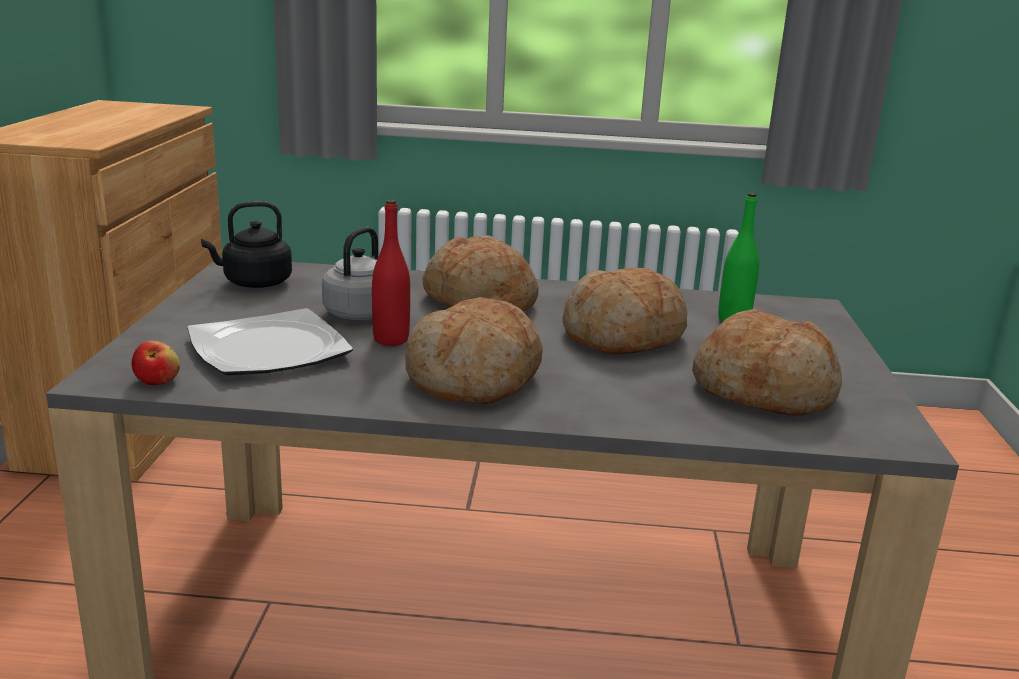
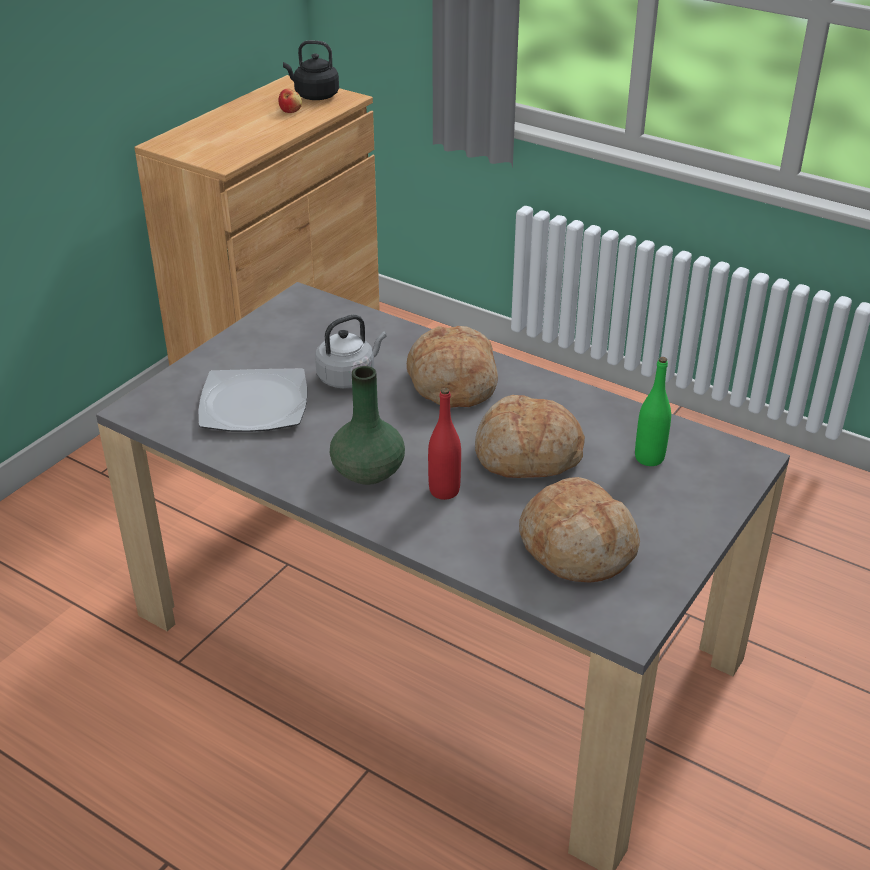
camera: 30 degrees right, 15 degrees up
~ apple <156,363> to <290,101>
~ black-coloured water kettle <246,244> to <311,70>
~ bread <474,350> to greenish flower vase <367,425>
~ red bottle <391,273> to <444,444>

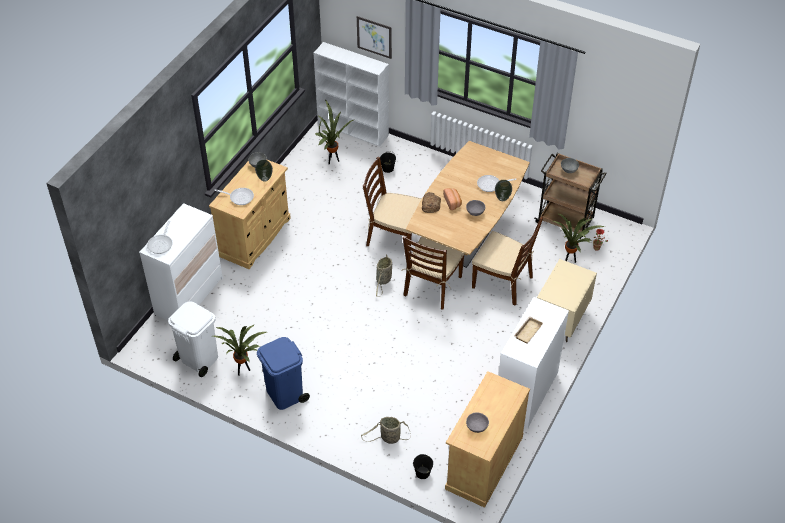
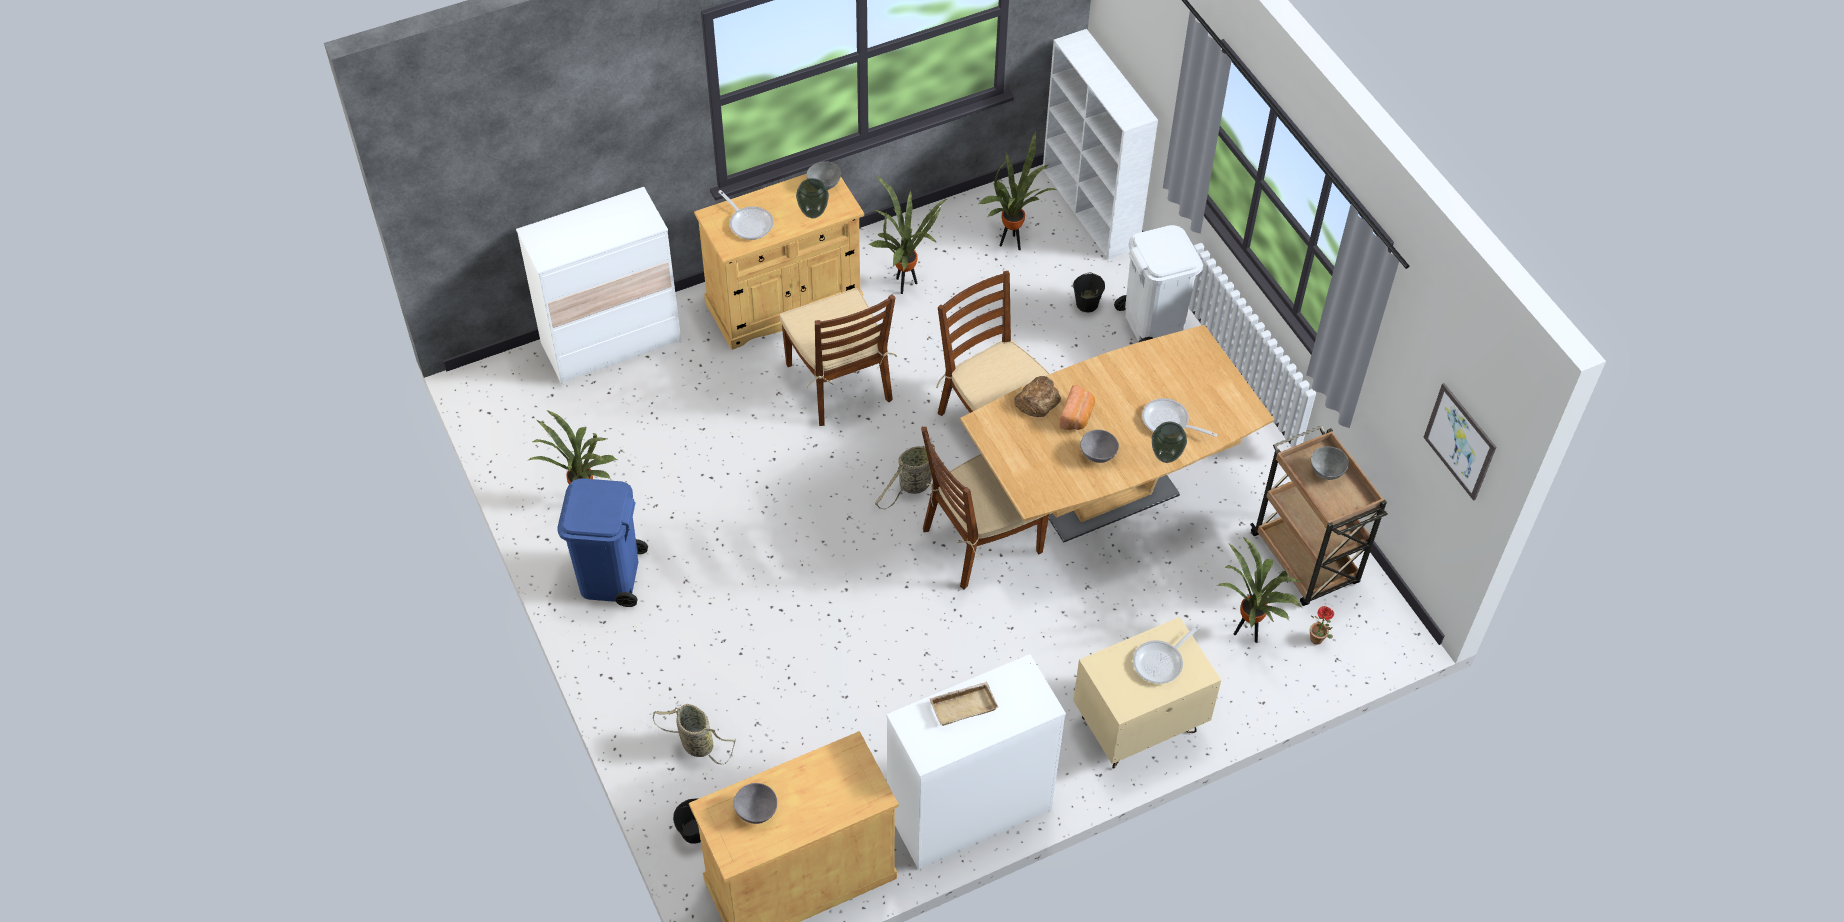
camera: 35 degrees right, 5 degrees up
~ brown-coloured upright chair <507,261> to <838,357>
+ plant in a pot <908,235>
~ whitish waste bin <193,339> to <1158,283>
~ skillet <160,237> to <1167,654>
~ wall art <374,37> to <1459,442>

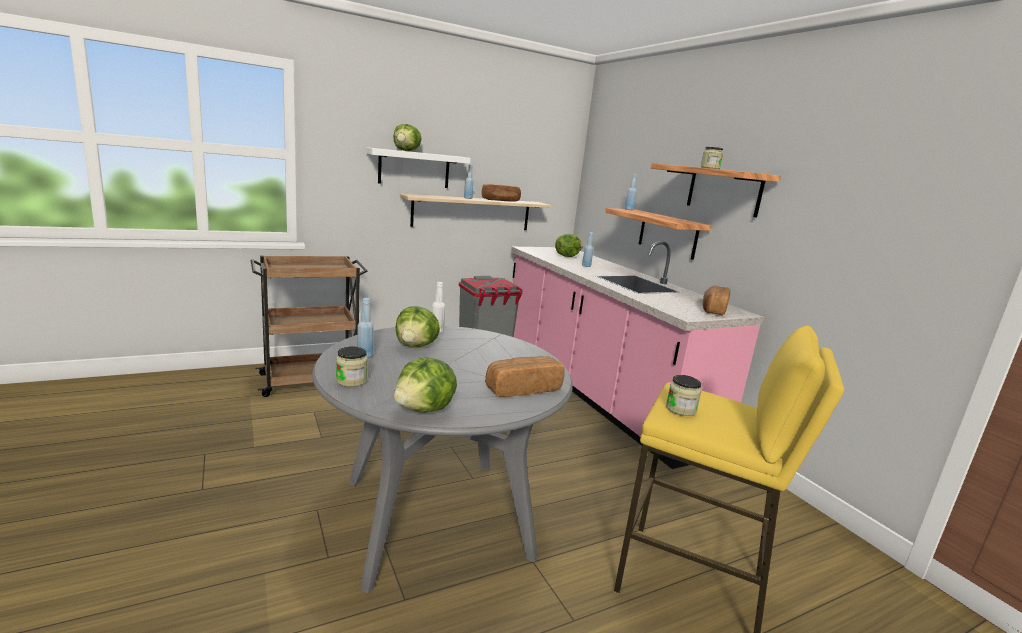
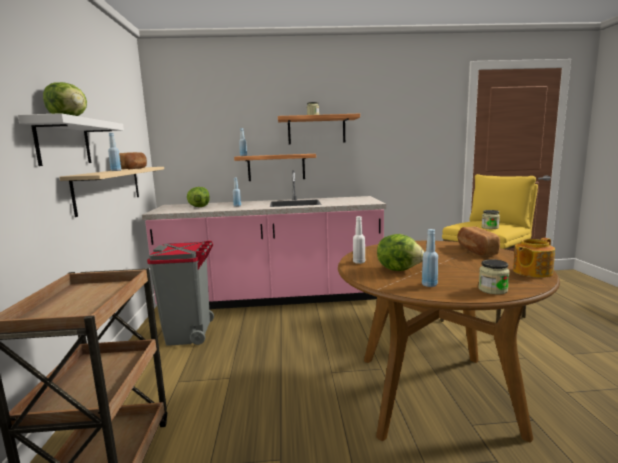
camera: 65 degrees left, 5 degrees down
~ gray dining table <442,459> to brown-coloured dining table <449,342>
~ lettuce head <425,385> to pot for tea <534,258>
- bread <716,300>

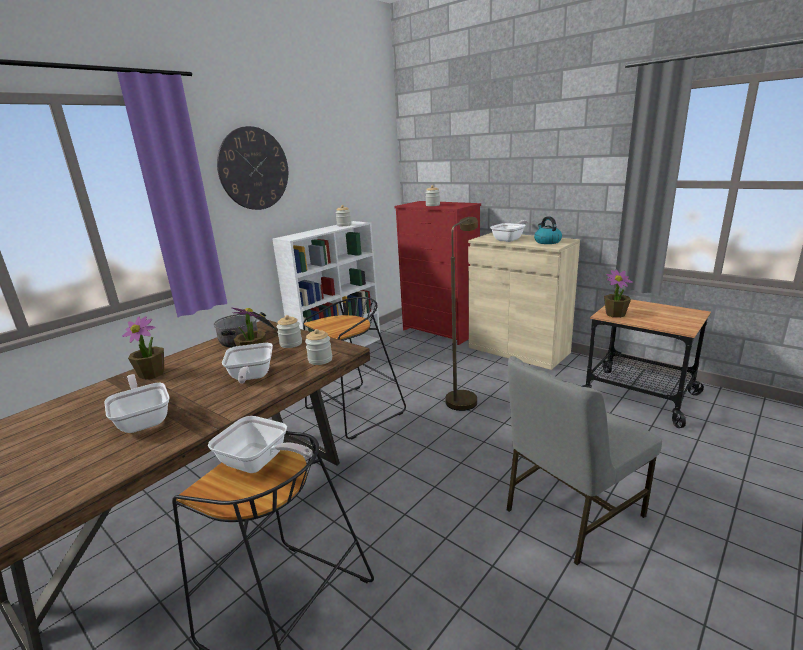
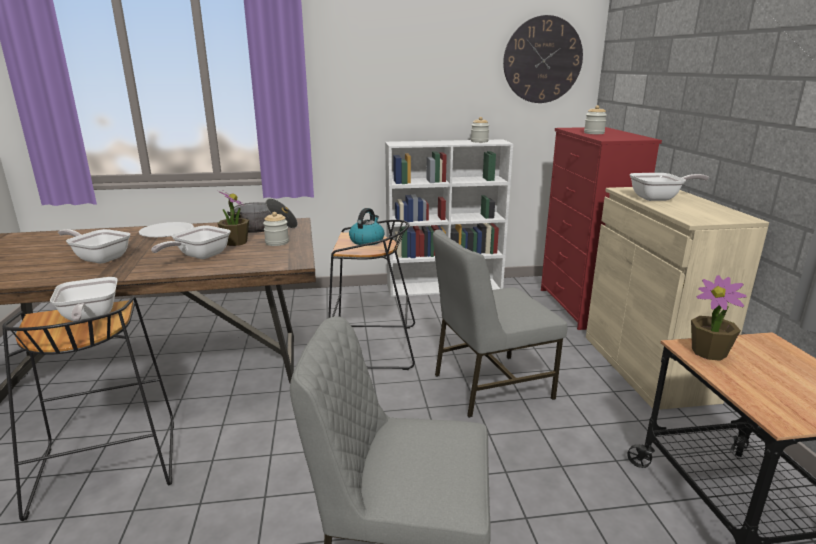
camera: 40 degrees right, 0 degrees up
~ skillet <136,403> = <94,246> 75 degrees counterclockwise
~ plant in a pot <143,348> to whitish plate <166,229>
~ water kettle <548,230> to <366,227>
~ brown-coloured standing lamp <461,314> to gray upright chair <500,323>
~ hanging clock <252,168> to <543,59>
- preserve jar <318,347>

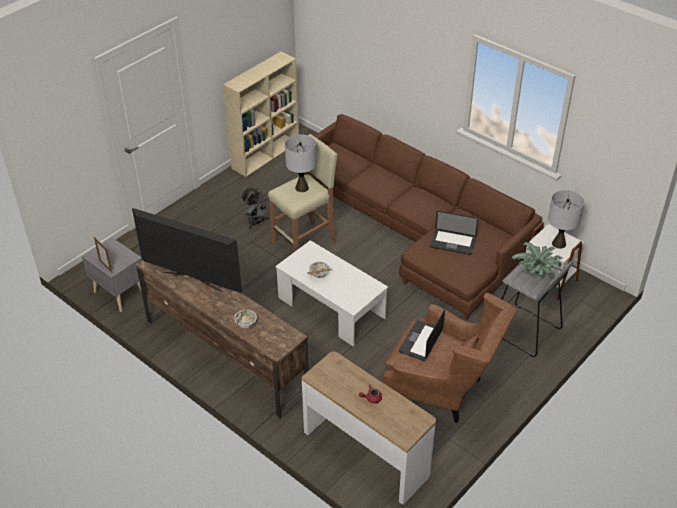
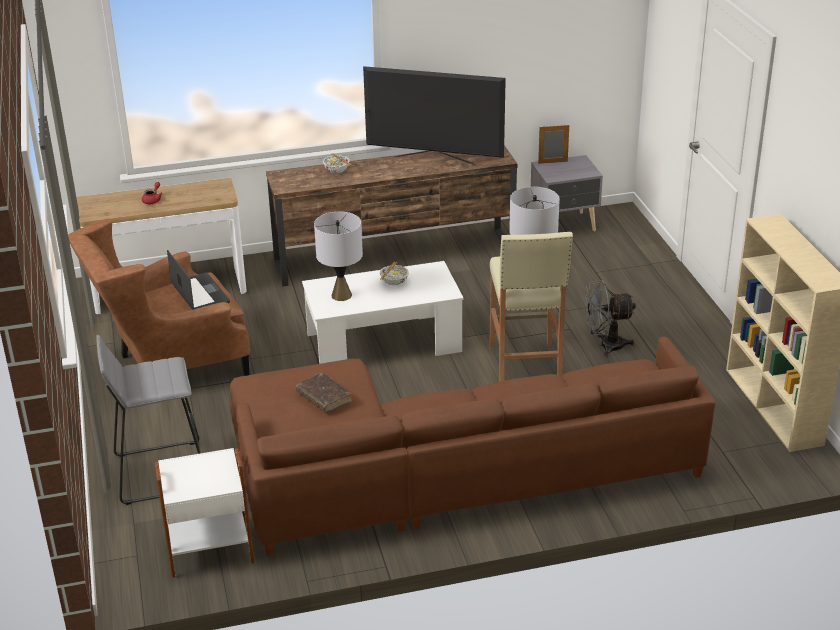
camera: 125 degrees right, 10 degrees down
~ notebook computer <454,233> to brown-coloured volume <324,392>
~ gray lamp for a table <566,219> to <338,256>
~ TV <187,250> = <434,115> 45 degrees clockwise
- plant in a pot <537,259>

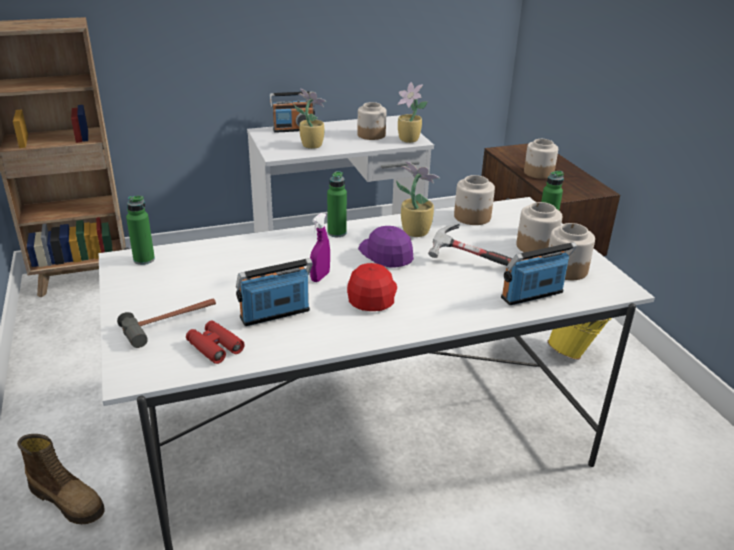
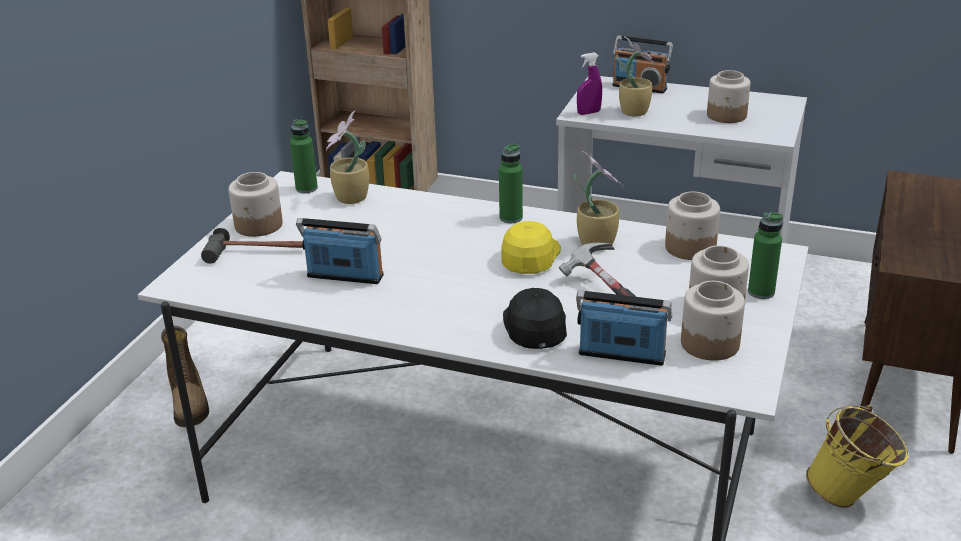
camera: 40 degrees right, 0 degrees up
~ preserve jar <541,159> to <256,204>
~ plant in a pot <413,112> to <347,157>
~ purple-coloured cap <386,247> to yellow cap <531,247>
+ black-coloured cap <535,318>
~ purple-coloured spray bottle <320,247> to <589,84>
- red field glasses <215,342>
- red cap <372,287>

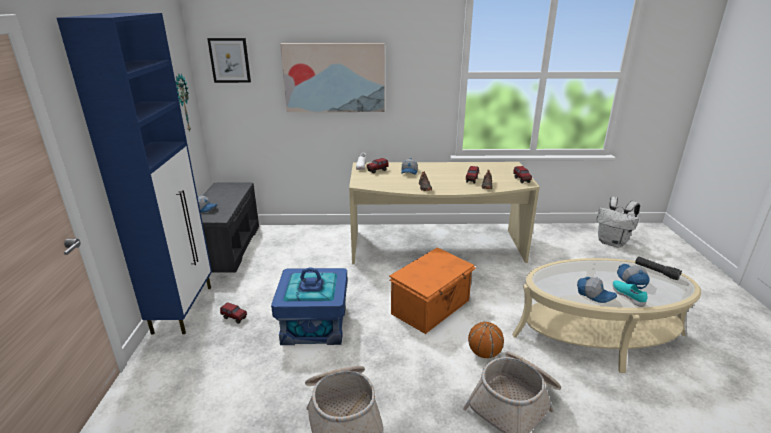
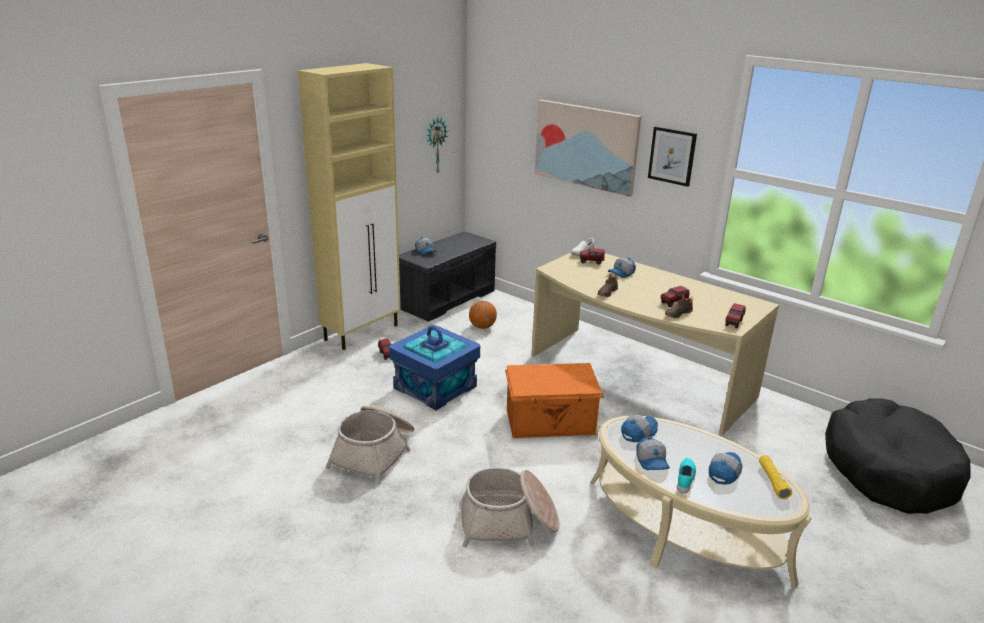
camera: 40 degrees right, 0 degrees up
~ bluish cabinet <134,173> to beige-coloured cabinet <349,206>
~ basketball ball <486,340> to <483,315>
+ cap <639,428>
~ wall art <229,60> to <672,156>
~ black-coloured flashlight <658,268> to yellow flashlight <775,477>
~ whitish rucksack <618,222> to black-coloured pet bed <898,456>

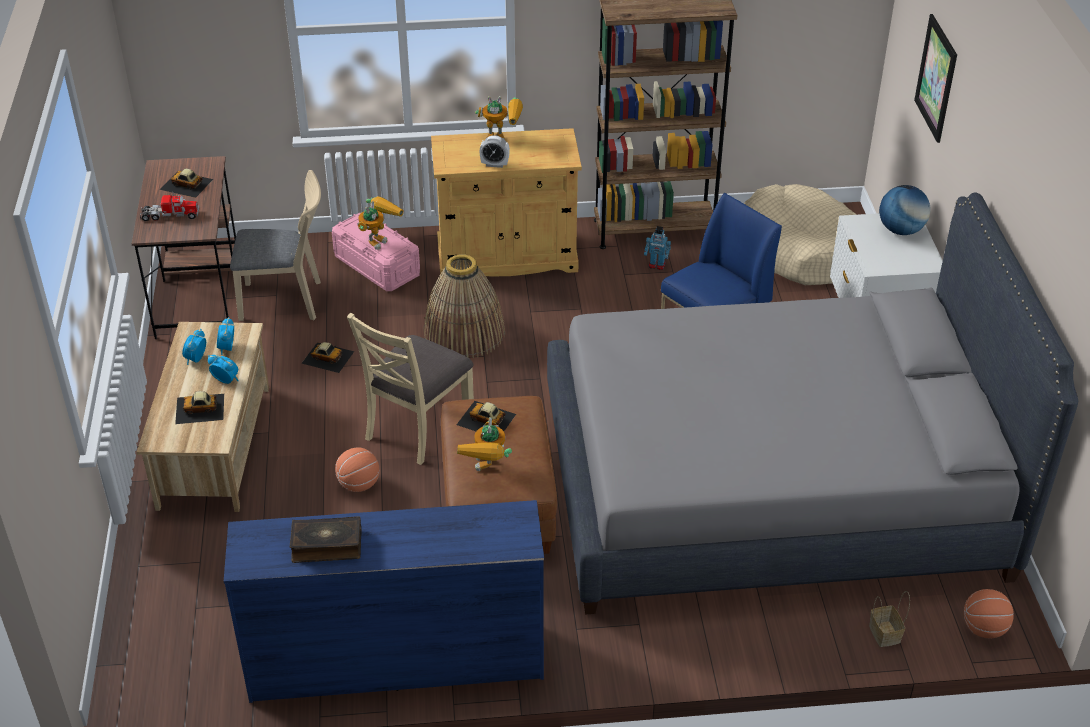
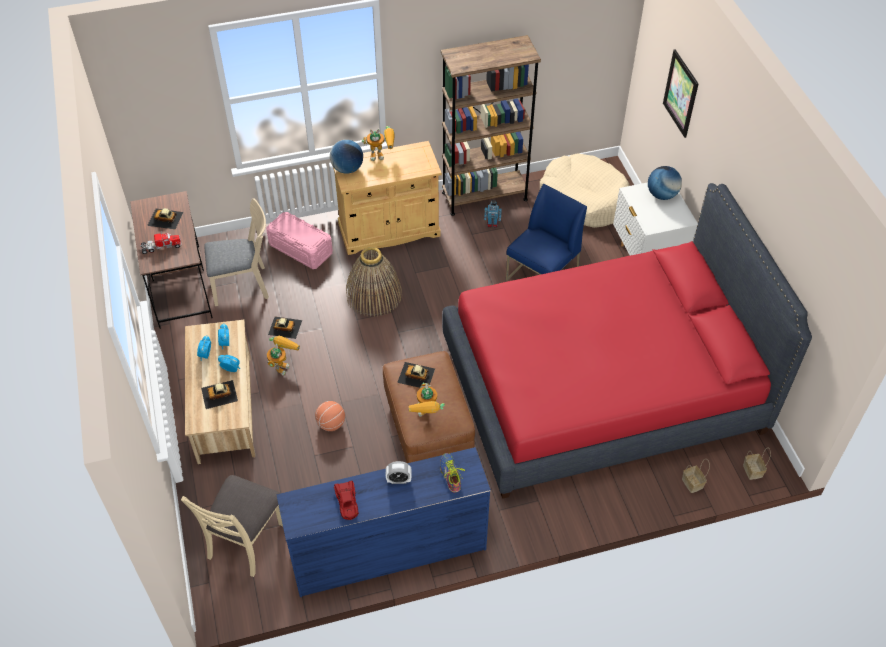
camera: 10 degrees left, 10 degrees up
~ beige-coloured upright chair <410,389> to <232,526>
~ model robot <380,223> to <283,355>
+ globe <346,157>
~ volume <325,539> to red model car <346,500>
~ table clock <494,151> to <399,472>
+ item of footwear <452,472>
~ gray sleeping bed <812,404> to red sleeping bed <627,341>
~ basketball ball <989,613> to basket <757,463>

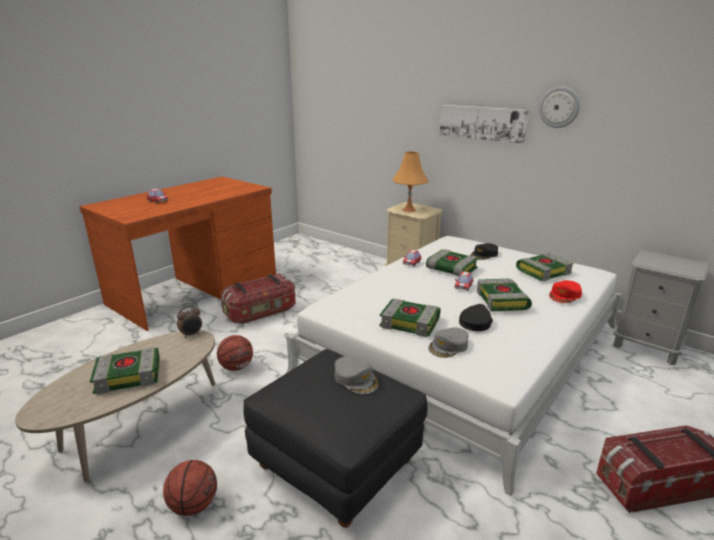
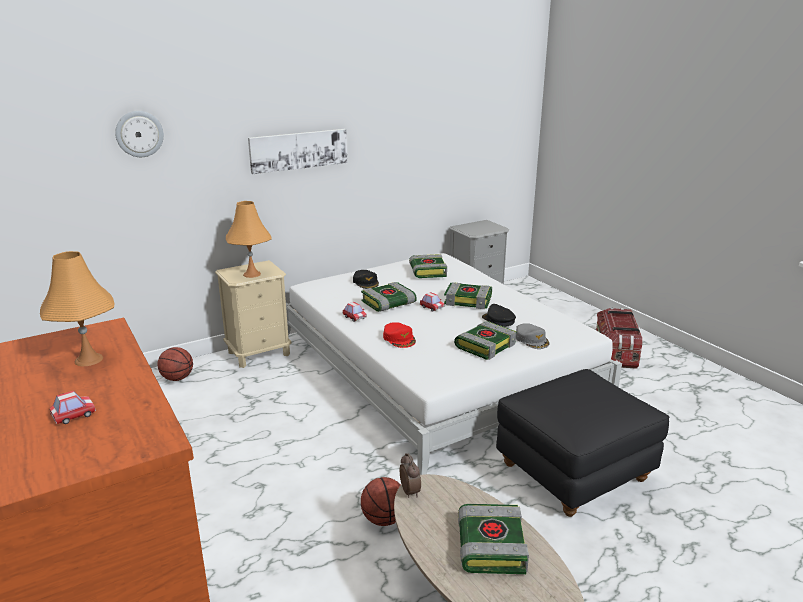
camera: 70 degrees left, 0 degrees up
+ orange lamp for a table <77,308>
~ hanging clock <559,107> to <139,134>
~ basketball ball <190,488> to <175,364>
~ red cap <565,291> to <399,335>
- storage container <258,299>
- gray cap <357,375>

